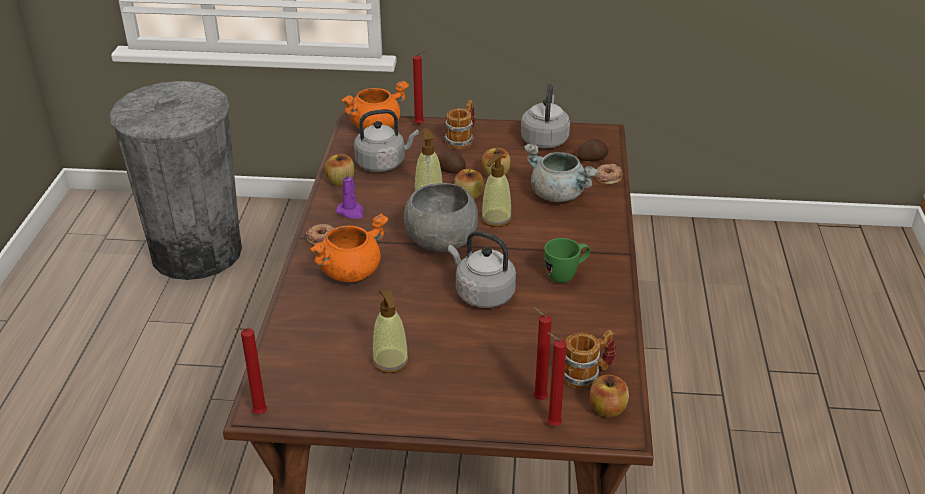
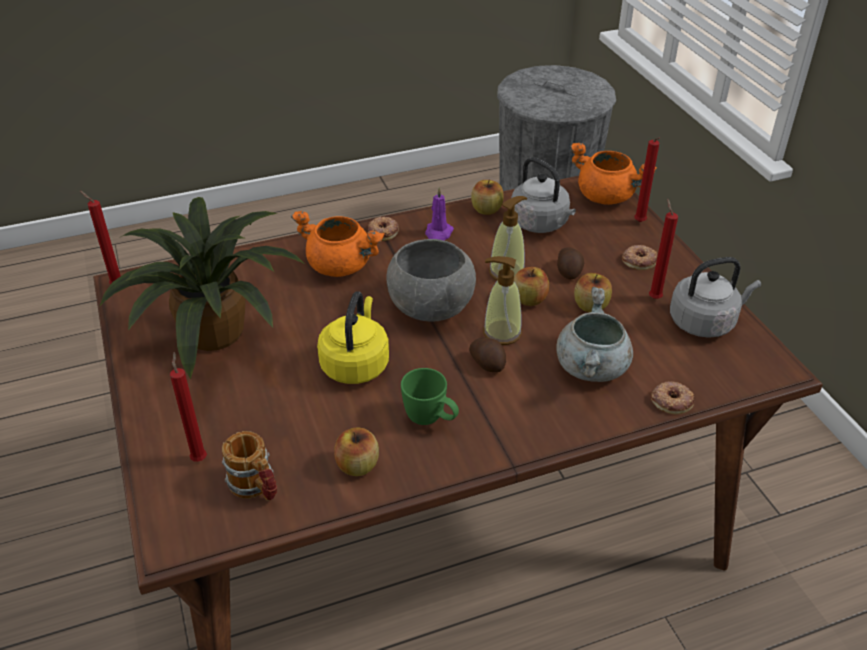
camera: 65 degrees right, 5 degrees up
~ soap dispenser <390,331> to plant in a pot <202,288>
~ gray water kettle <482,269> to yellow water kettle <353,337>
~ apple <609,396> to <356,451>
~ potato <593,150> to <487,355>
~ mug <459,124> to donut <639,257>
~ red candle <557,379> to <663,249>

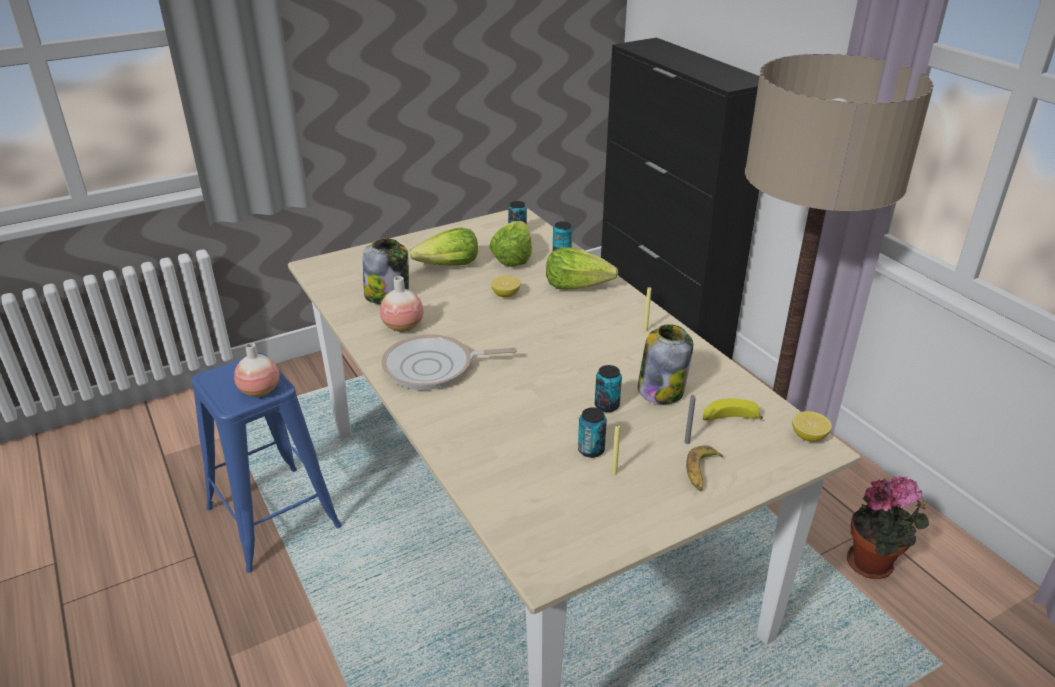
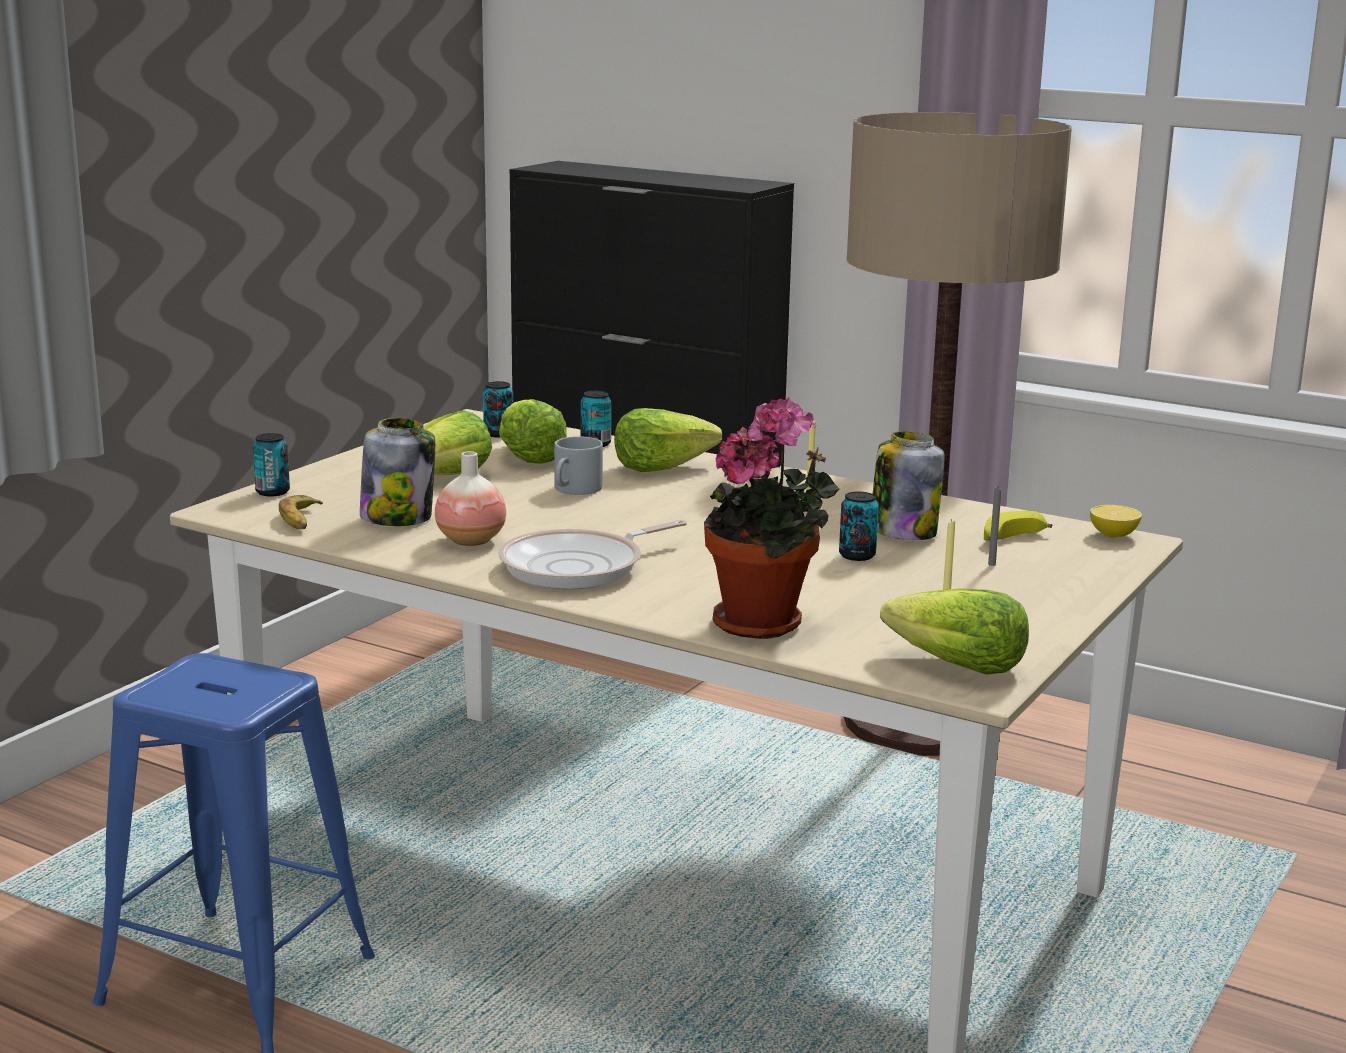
camera: 30 degrees left, 15 degrees down
~ sealed can <592,432> to <271,464>
~ whole banana <704,468> to <301,512>
~ whole lemon <506,286> to gray mug <578,465>
~ plant in a pot <888,527> to <771,518>
+ lettuce head <954,631>
- flower vase <257,370>

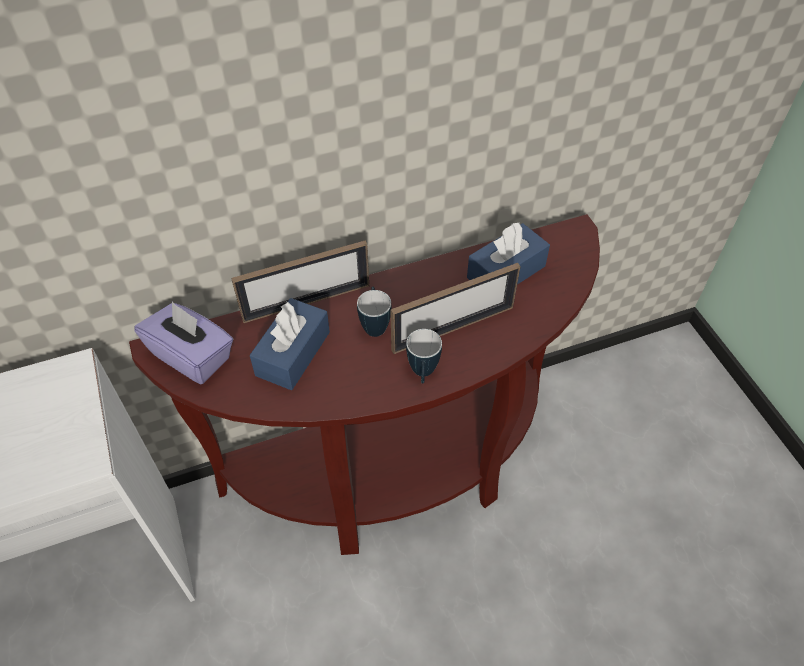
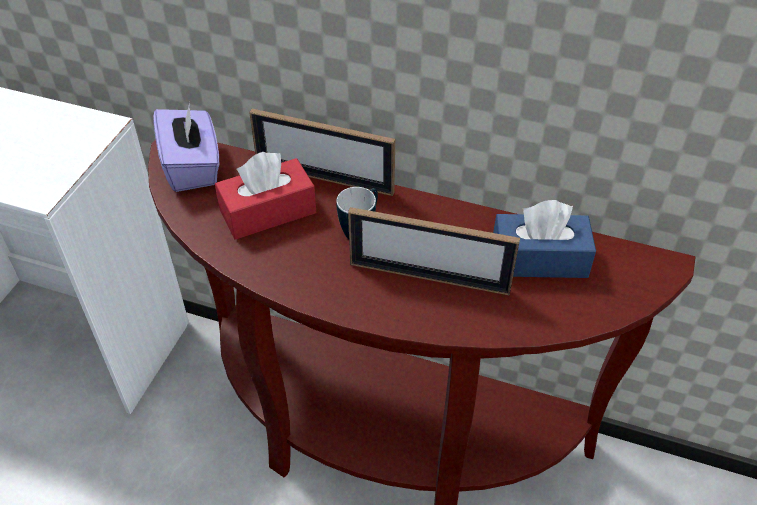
camera: 40 degrees right, 5 degrees down
~ bluish tissue holder <290,344> to red tissue holder <265,196>
- mug <424,356>

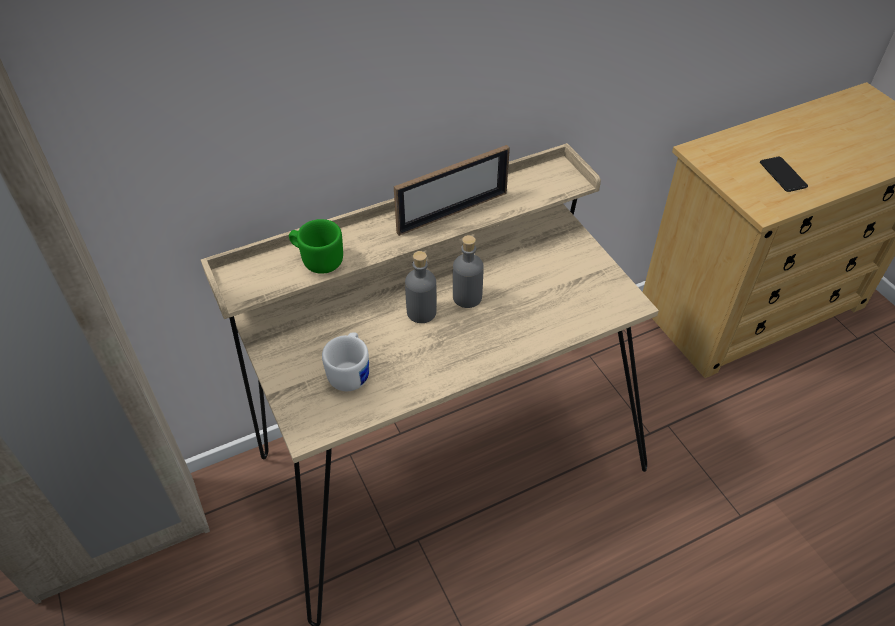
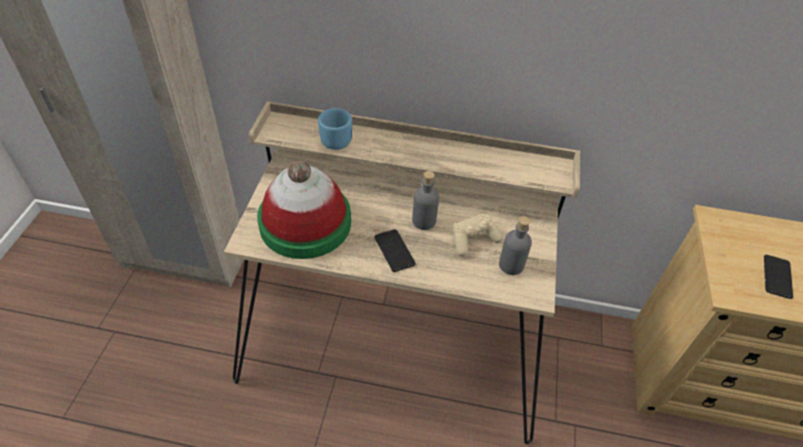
camera: 35 degrees right, 0 degrees up
~ whitish mug <345,361> to hat <304,209>
~ greenish mug <316,246> to bluish mug <335,129>
+ telephone <395,250>
+ beige-coloured gamepad <478,235>
~ gray bottle <421,287> to <515,245>
- photo frame <452,190>

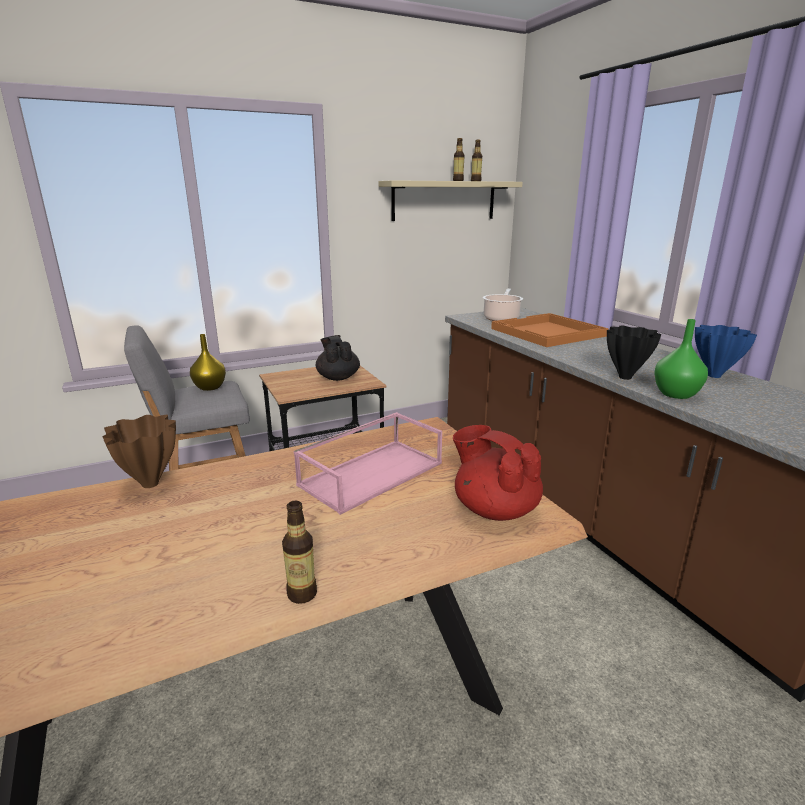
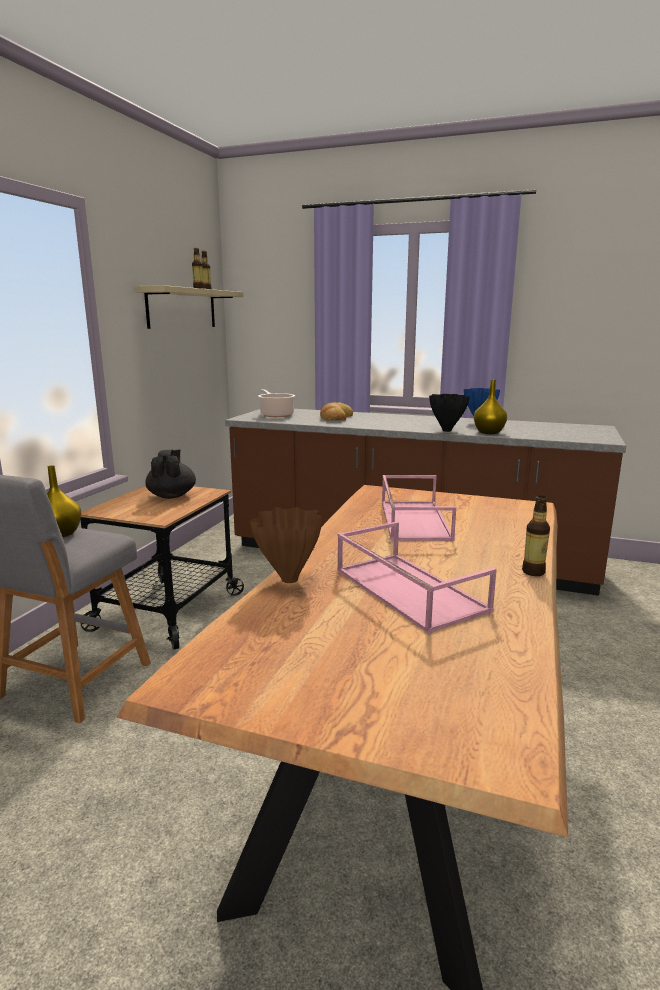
camera: 45 degrees left, 5 degrees down
~ black-coloured pot for tea <338,358> = <170,474> 60 degrees clockwise
~ orange carrying tray <550,330> to bread <336,411>
+ pink-coloured carrying tray <417,578>
~ greenish flower vase <681,359> to yellow flower vase <490,406>
- red pot for tea <498,473>

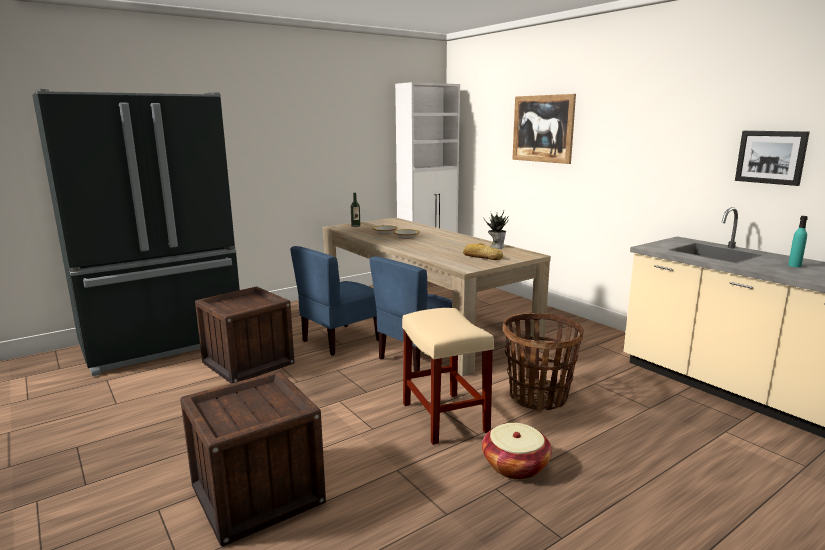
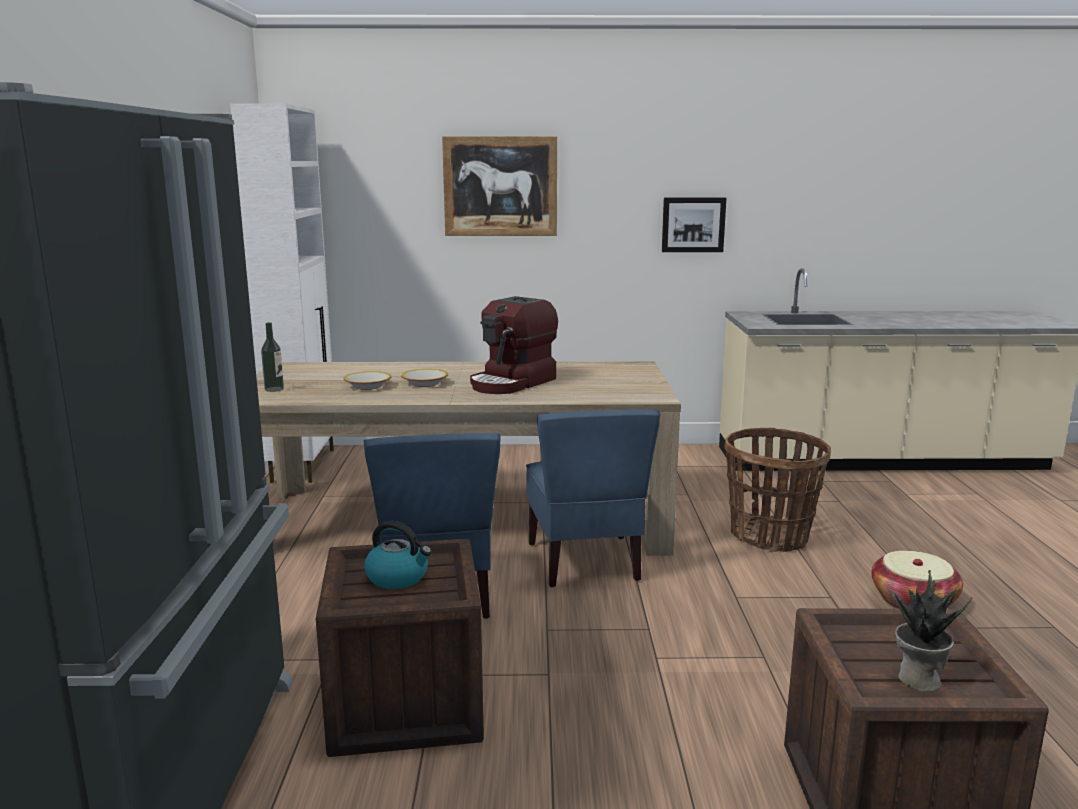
camera: 55 degrees left, 0 degrees up
+ water kettle <398,555>
+ coffee maker <514,345>
~ wall art <772,158> to <694,224>
~ plant in a pot <496,230> to <929,631>
- beige-coloured sitting stool <448,376>
- bread <483,251>
- turquoise-coloured bottle <798,241>

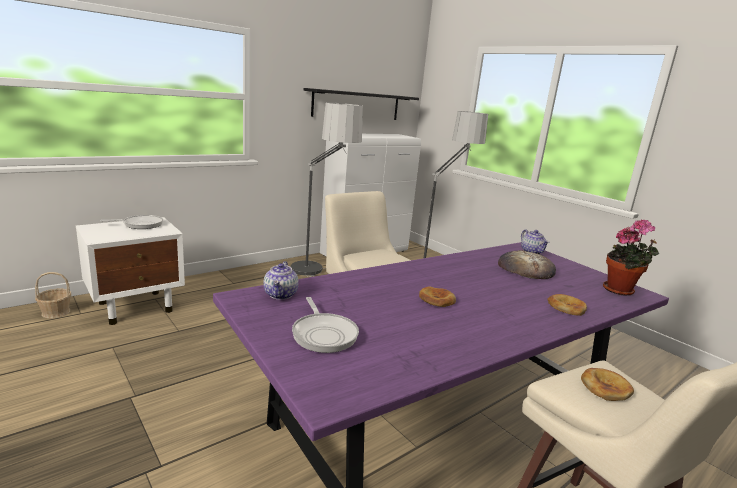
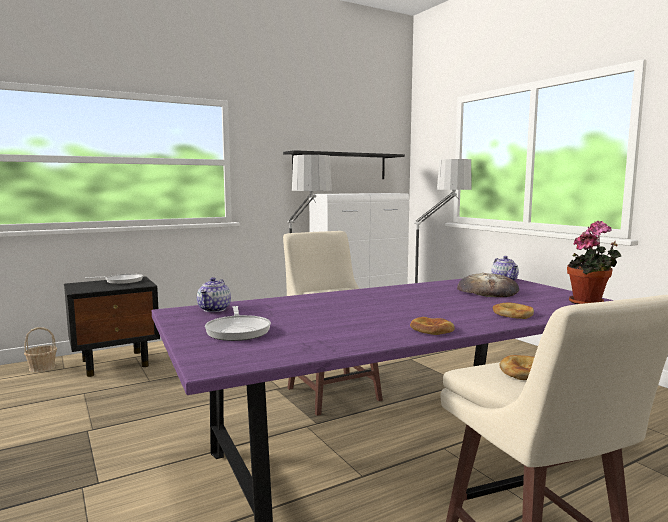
camera: 10 degrees right, 10 degrees down
~ whitish nightstand <130,271> to black-coloured nightstand <112,326>
~ bread <437,296> to <432,326>

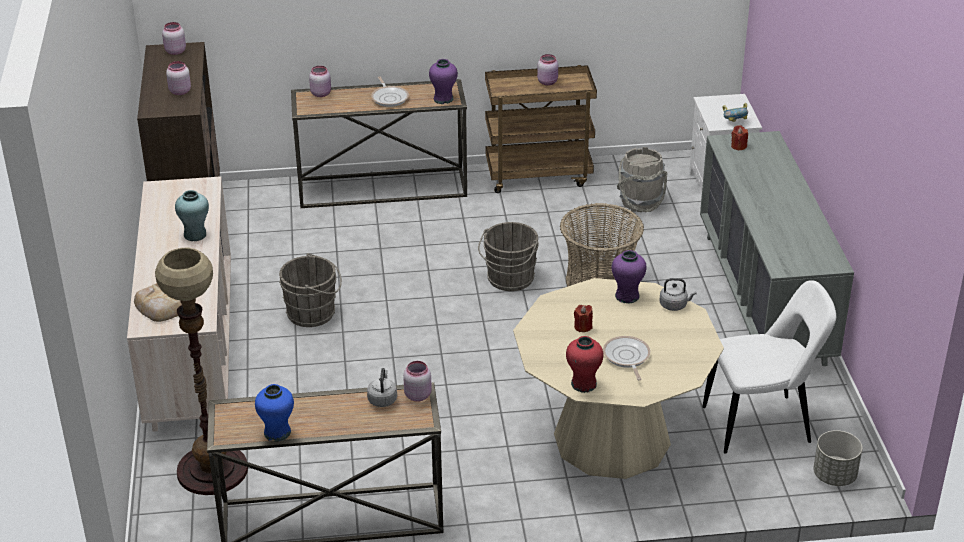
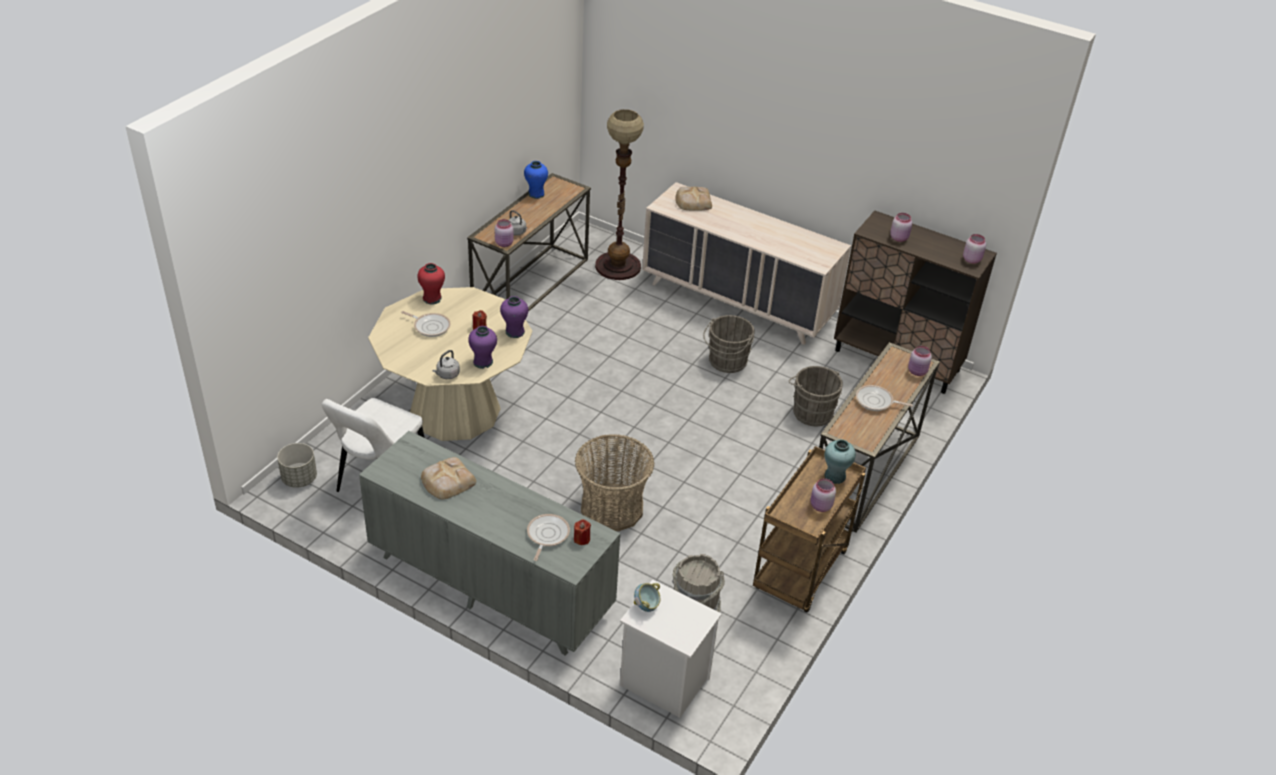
camera: 125 degrees right, 5 degrees up
+ bread <448,478>
~ purple-coloured flower vase <443,81> to <514,317>
+ skillet <548,537>
~ gray bucket <508,256> to <816,396>
~ turquoise-coloured flower vase <192,215> to <840,461>

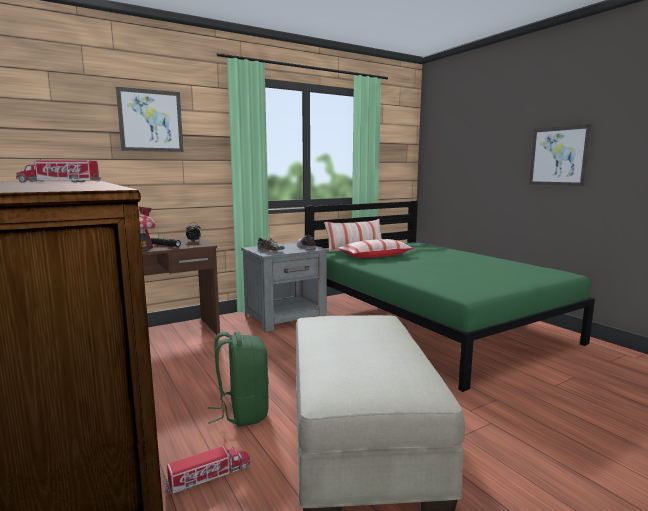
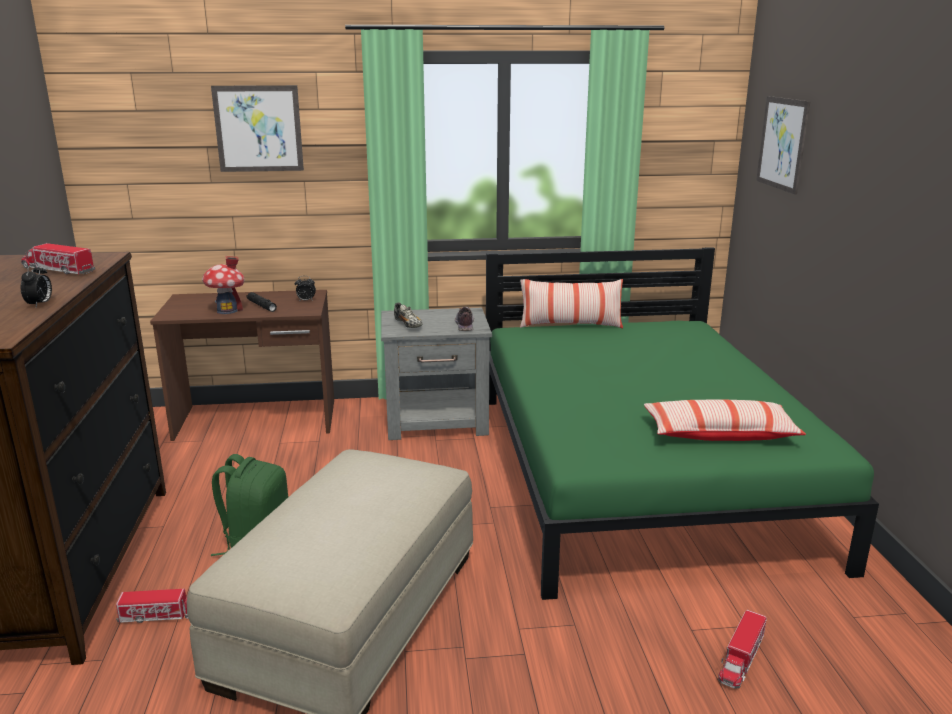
camera: 25 degrees right, 10 degrees up
+ table clock <36,285>
~ pillow <376,248> to <725,420>
+ toy lorry <742,649>
~ wall art <560,155> to <783,145>

